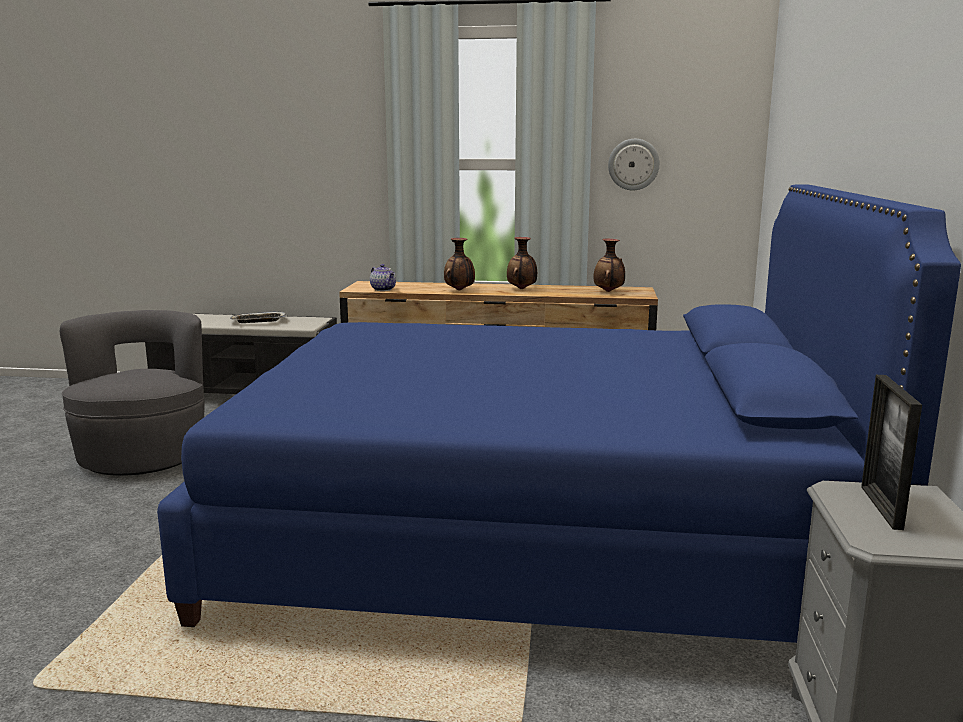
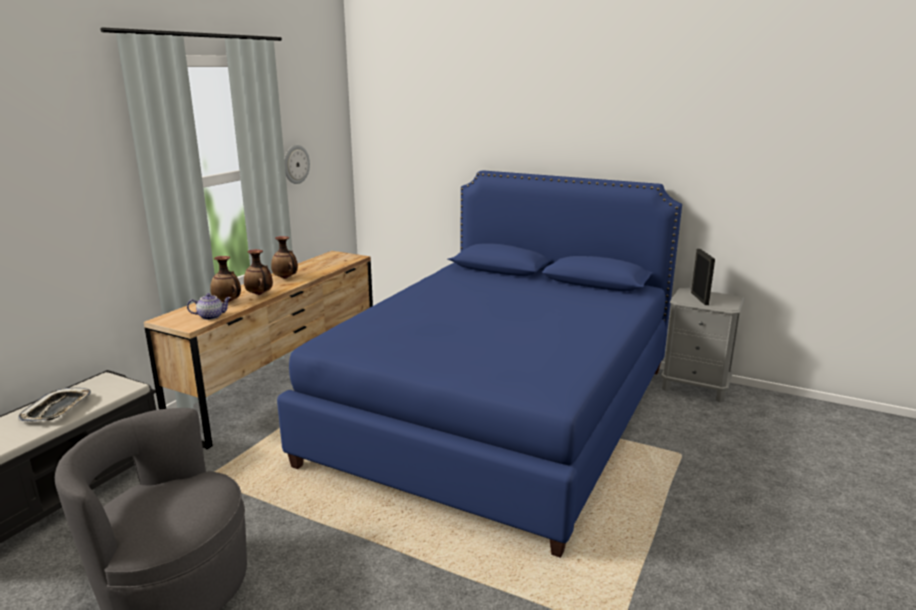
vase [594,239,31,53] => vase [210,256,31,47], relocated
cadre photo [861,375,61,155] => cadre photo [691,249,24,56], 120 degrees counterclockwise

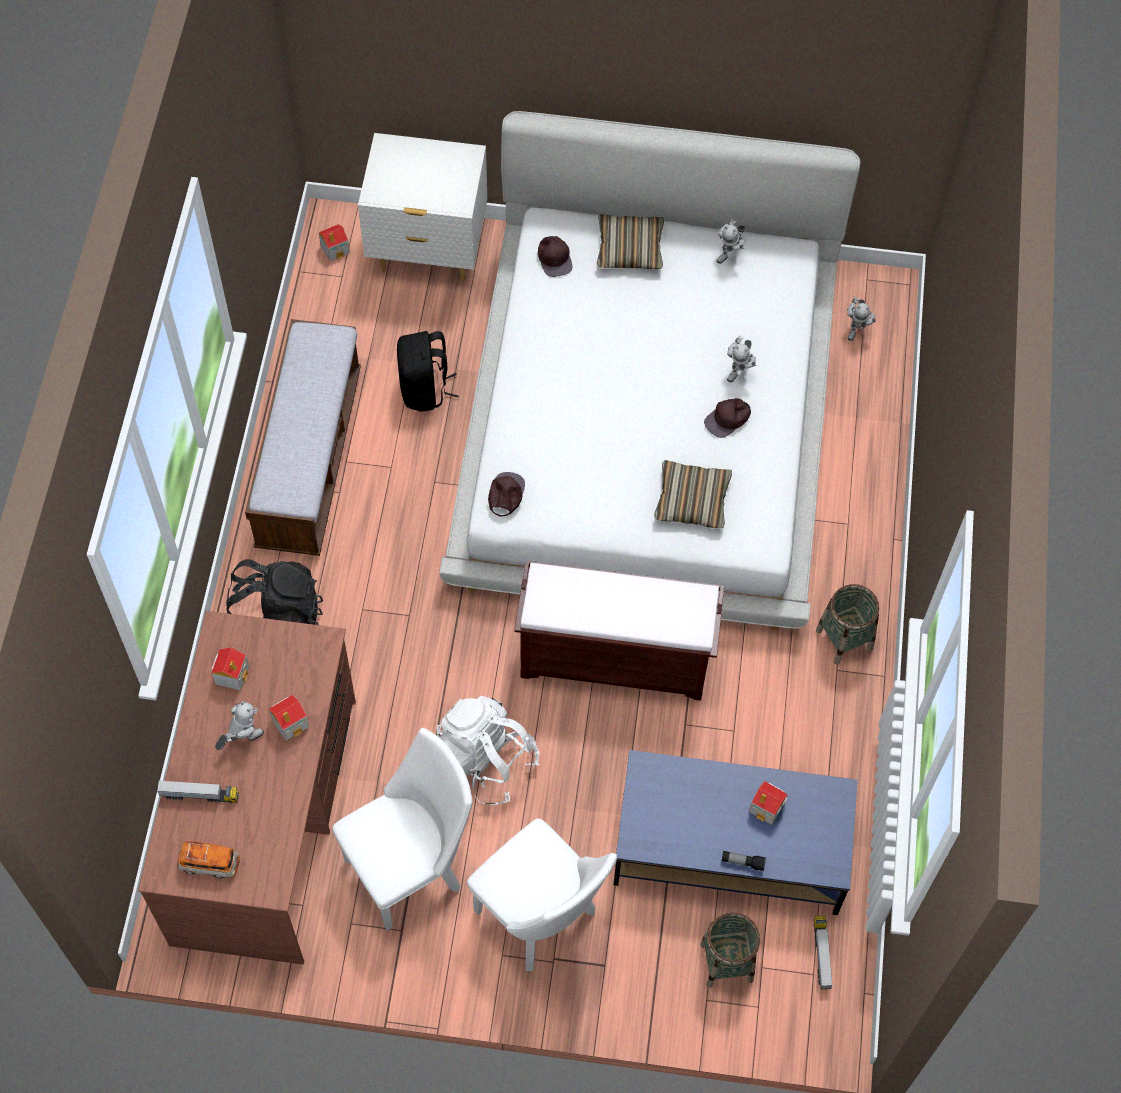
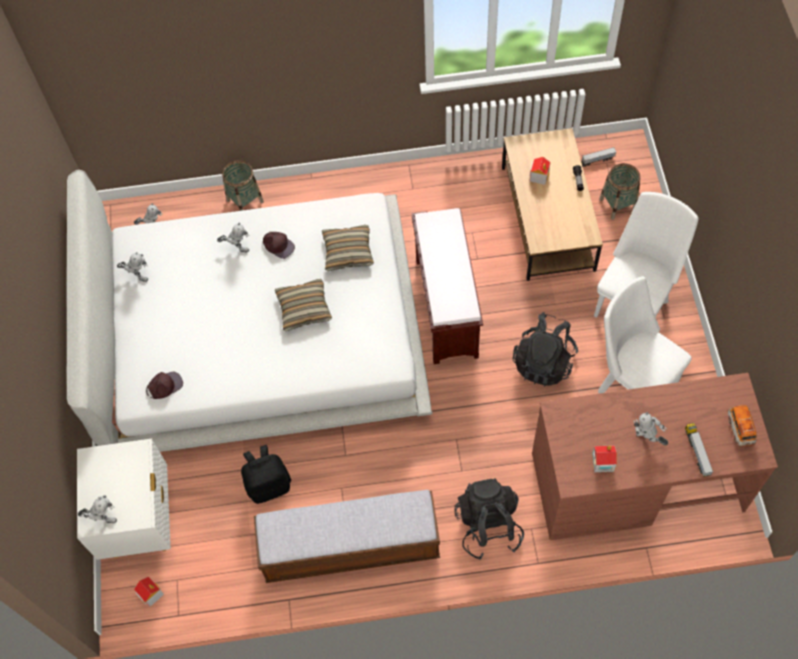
coussin [597,214,67,55] => coussin [275,279,57,52], relocated
casquette/marron [488,472,37,45] => nothing
panier [816,584,63,81] => panier [222,160,42,51], relocated
maison miniature [269,695,41,46] => nothing
sac à dos/blanc [436,696,104,109] => sac à dos/noir [513,312,65,75]
table basse/bleu [613,750,245,165] => table basse/marron [502,128,101,153]
nothing => robot jouet [78,495,39,28]

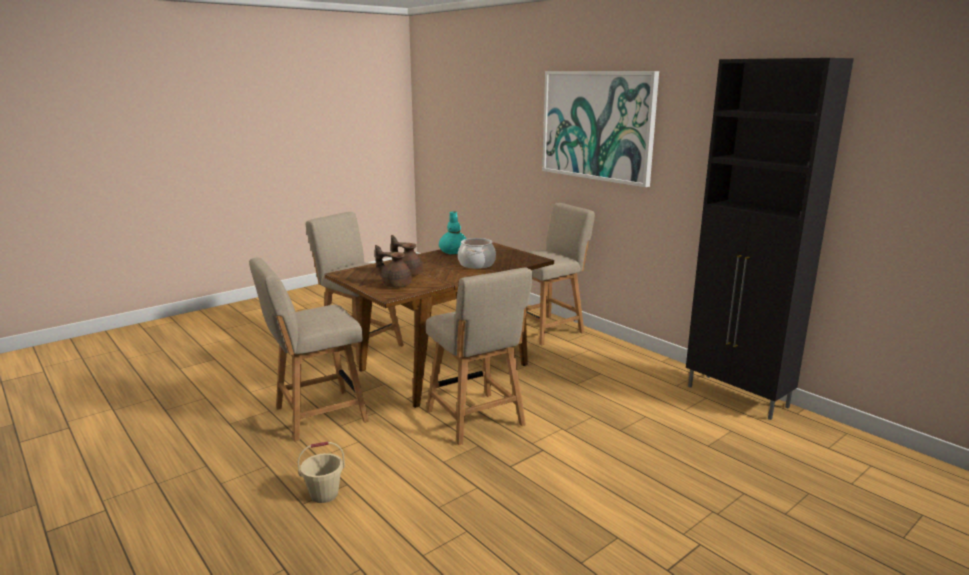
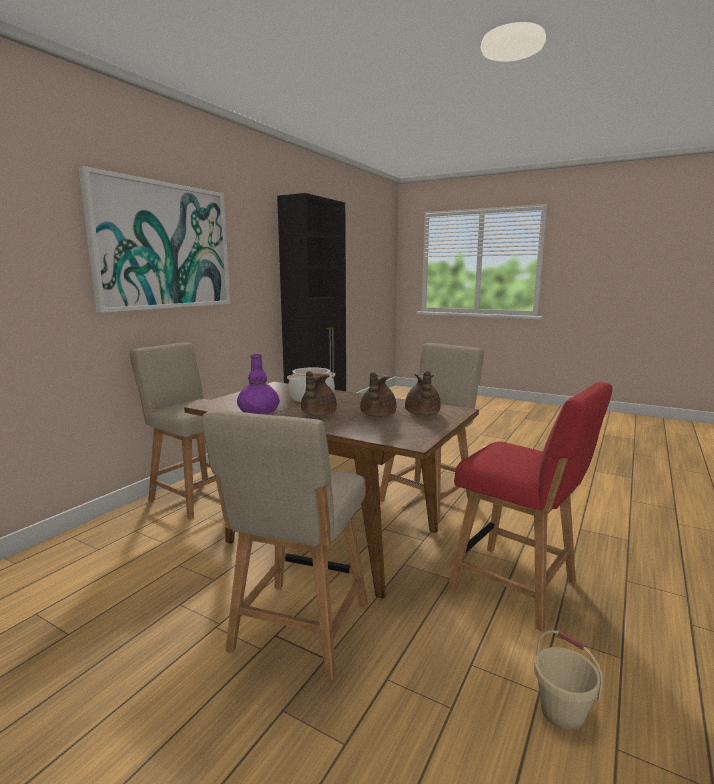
vase/turquoise [439,211,28,43] => vase/violet [237,354,43,60]
chaise/beige [249,258,120,184] => chaise/rouge [448,382,165,249]
seau/beige [297,441,48,62] => seau/beige [534,630,69,101], relocated
nothing => théière/marron [301,371,36,45]

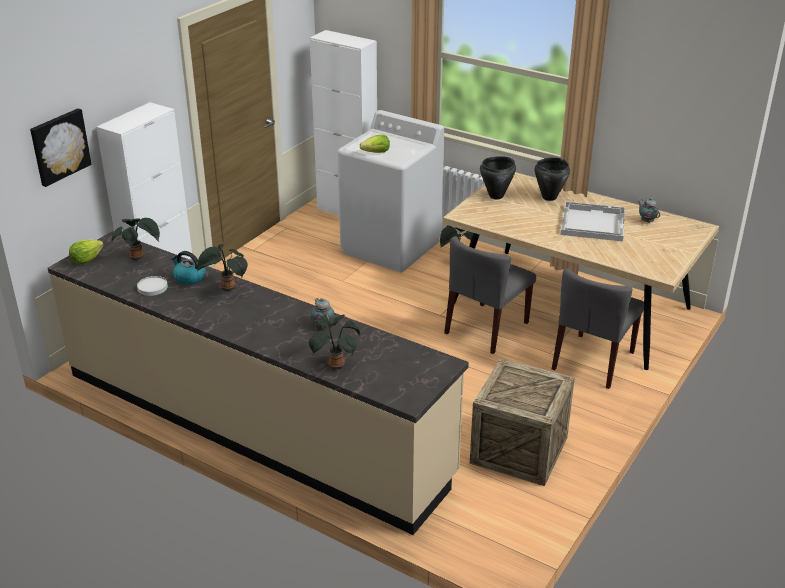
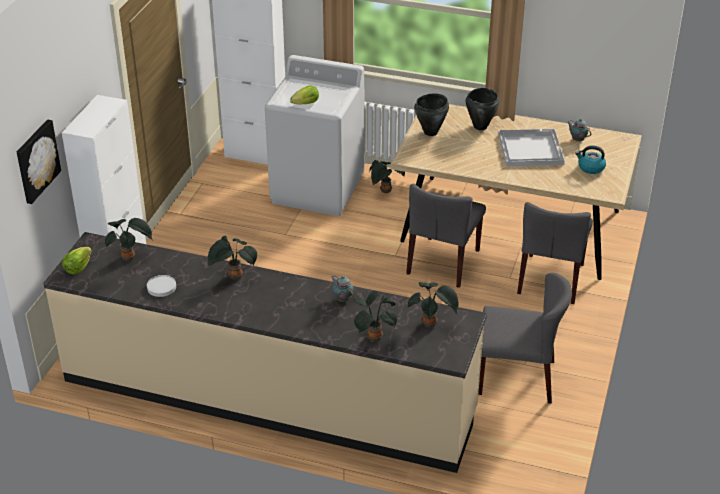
bouilloire [171,251,35,34] => bouilloire [575,145,31,29], relocated
caisse [470,358,105,128] => chaise/gris [478,273,94,131]
nothing => plante en pot [408,282,51,46]

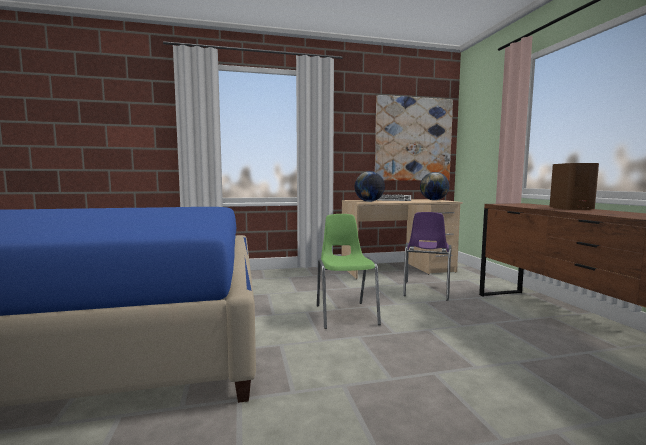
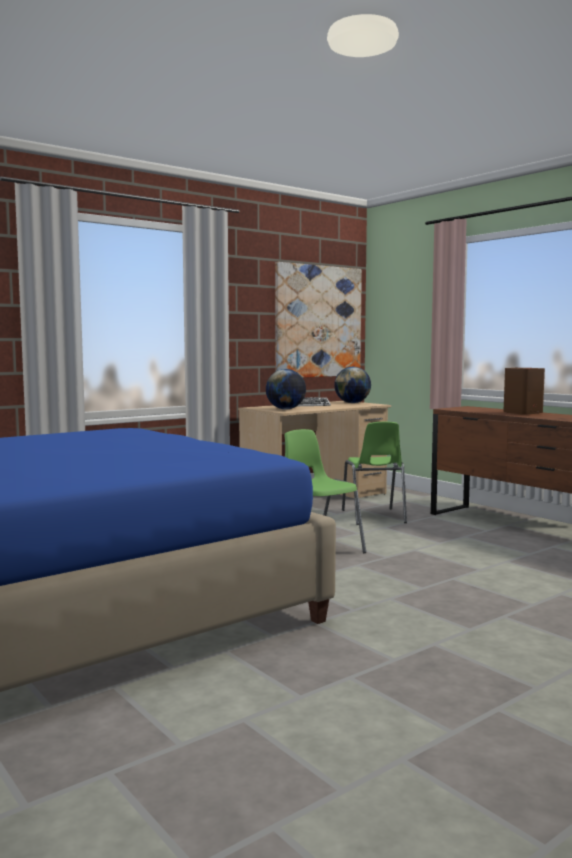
chaise/violet [403,212,48,89] => chaise/vert [342,422,65,103]

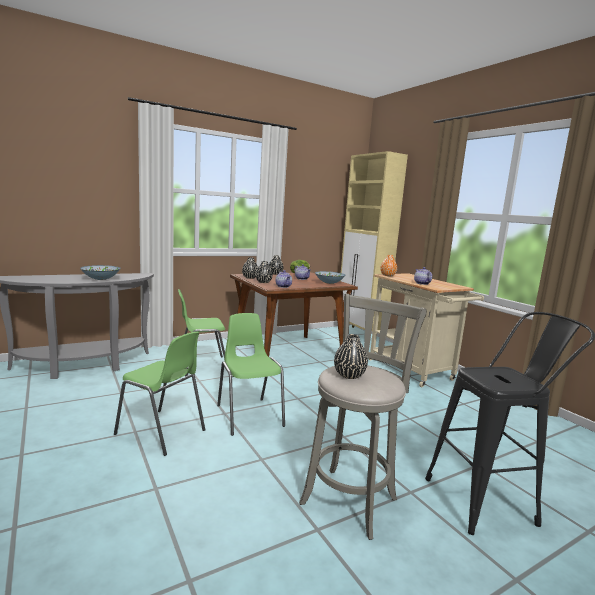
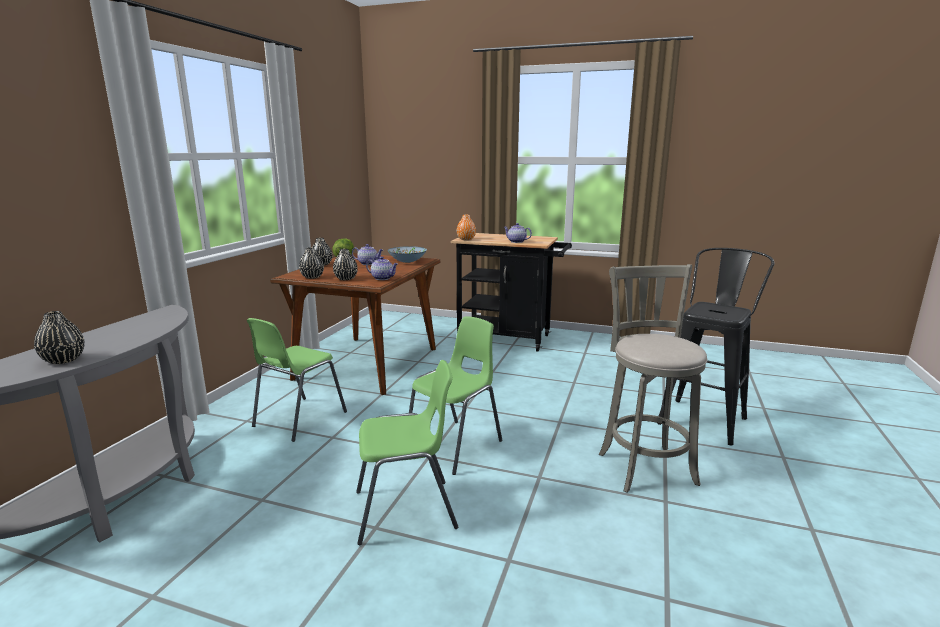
meuble de rangement/beige [340,151,68,180] => nothing
bol [80,265,40,15] => nothing
chariot/beige [369,273,115,114] => chariot/noir [451,233,121,118]
chaise/vert [217,313,68,123] => chaise/vert [409,317,93,158], 105 degrees clockwise
vase/noir [334,334,34,45] => vase/noir [34,311,51,53], relocated

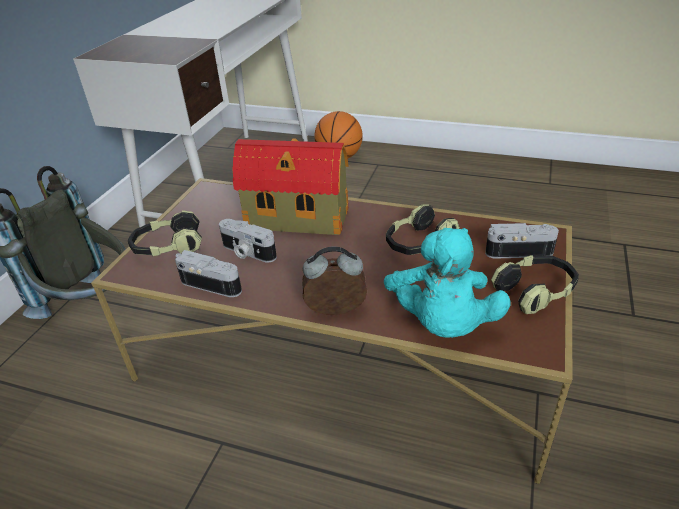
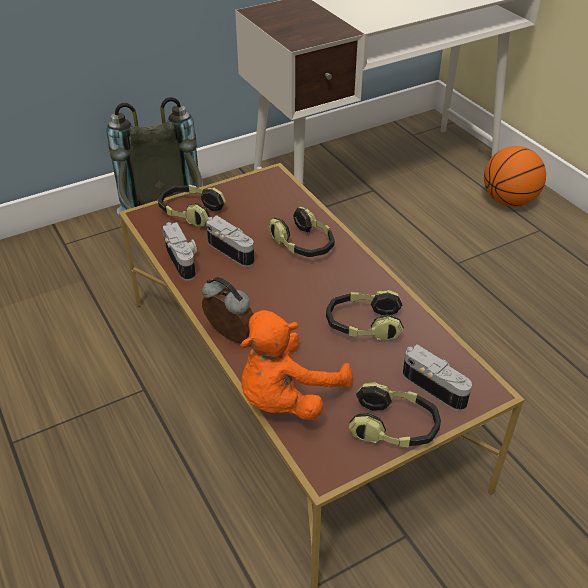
maison miniature [232,138,117,97] => casque audio [268,207,67,50]
appareil photo [219,219,58,43] => appareil photo [206,215,48,52], 150 degrees clockwise
peluche/turquoise [384,228,126,110] => peluche/orange [240,310,113,110]

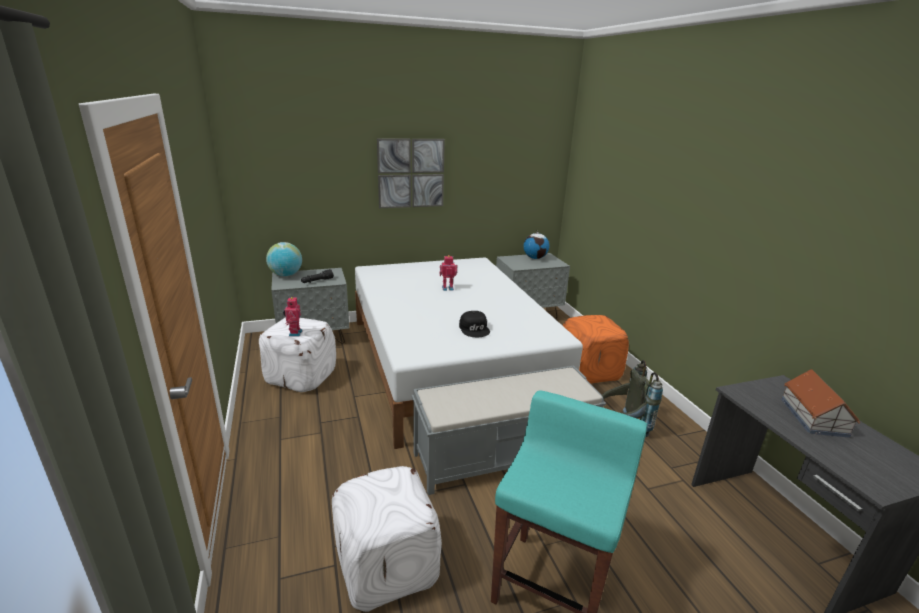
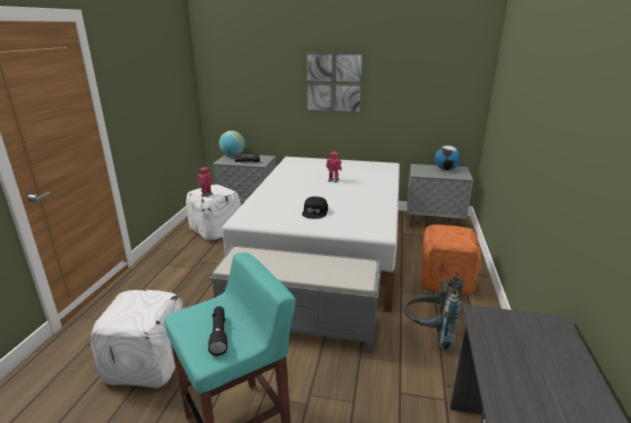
maison miniature [781,369,79,69] => nothing
nothing => lampe de poche/noir [208,306,19,50]

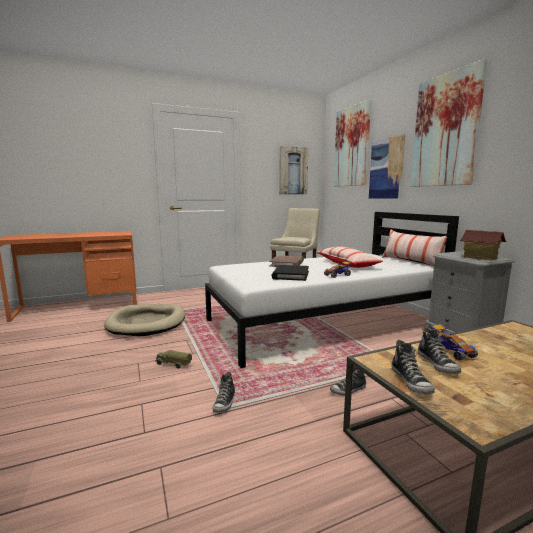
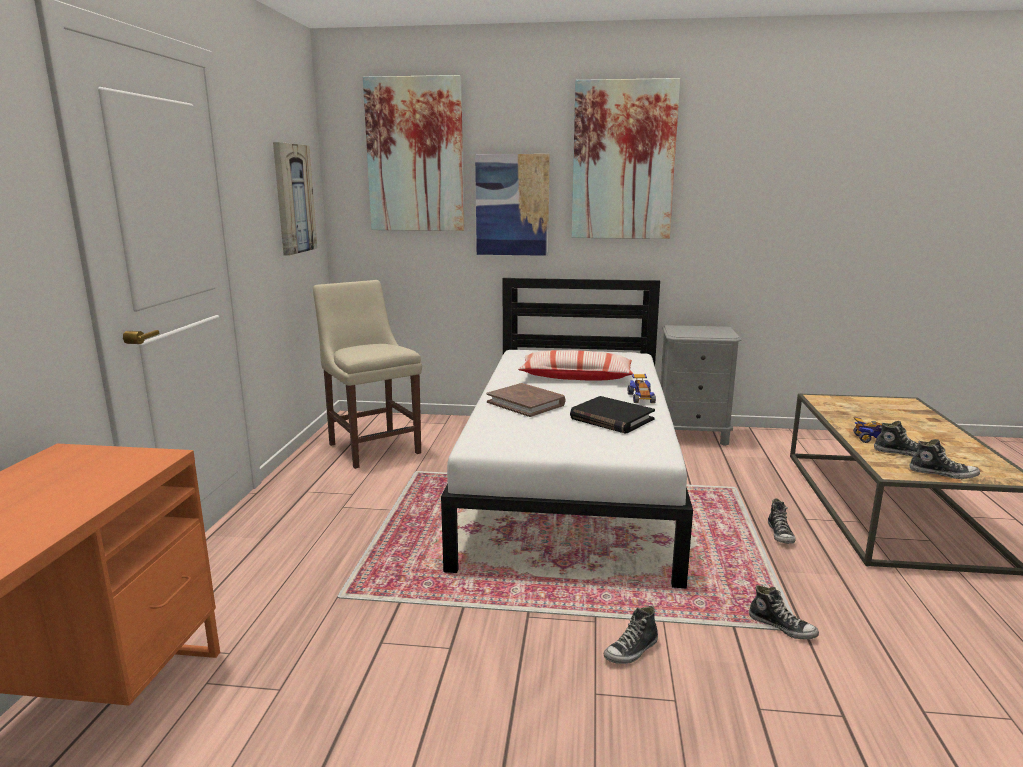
coussin [382,230,65,36] => nothing
maison miniature [459,230,48,31] => nothing
panier pour chien/beige [104,304,81,33] => nothing
camion jouet [155,350,37,19] => chaussure [604,606,54,58]

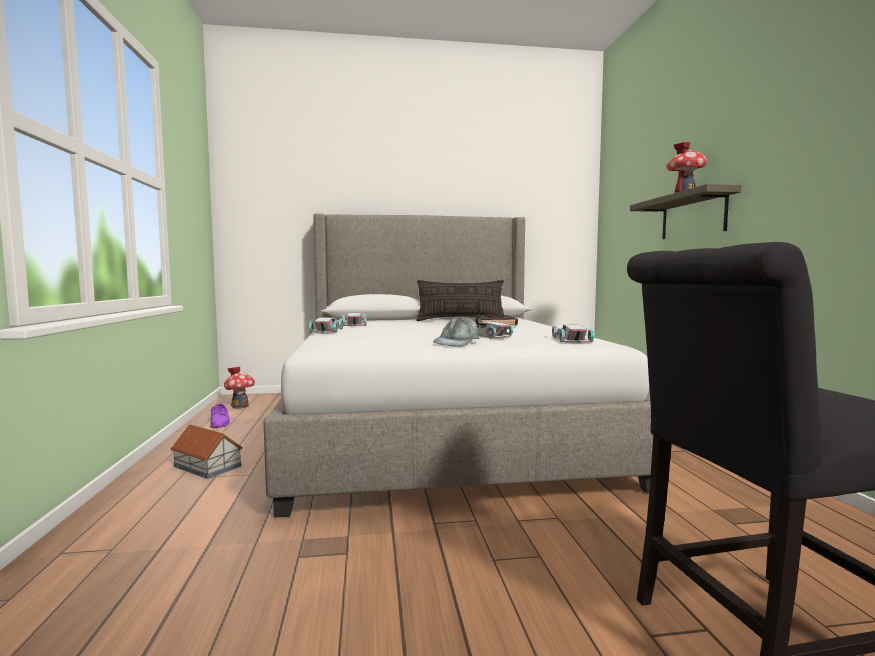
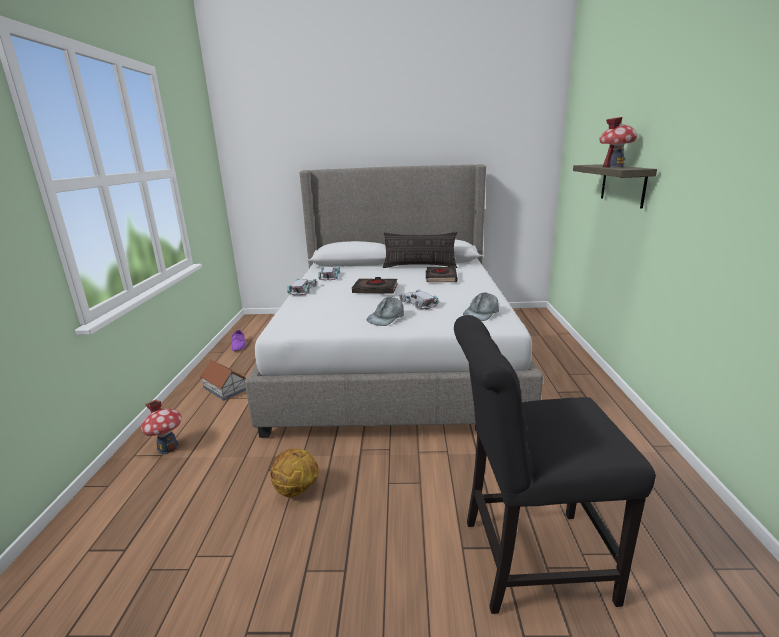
petite voiture/blanc [552,324,42,19] => casquette/gris [463,292,36,29]
maison miniature [224,367,31,42] => maison miniature [141,399,41,55], relocated
nothing => livre/noir [352,277,46,17]
nothing => ballon de basket [270,448,49,50]

